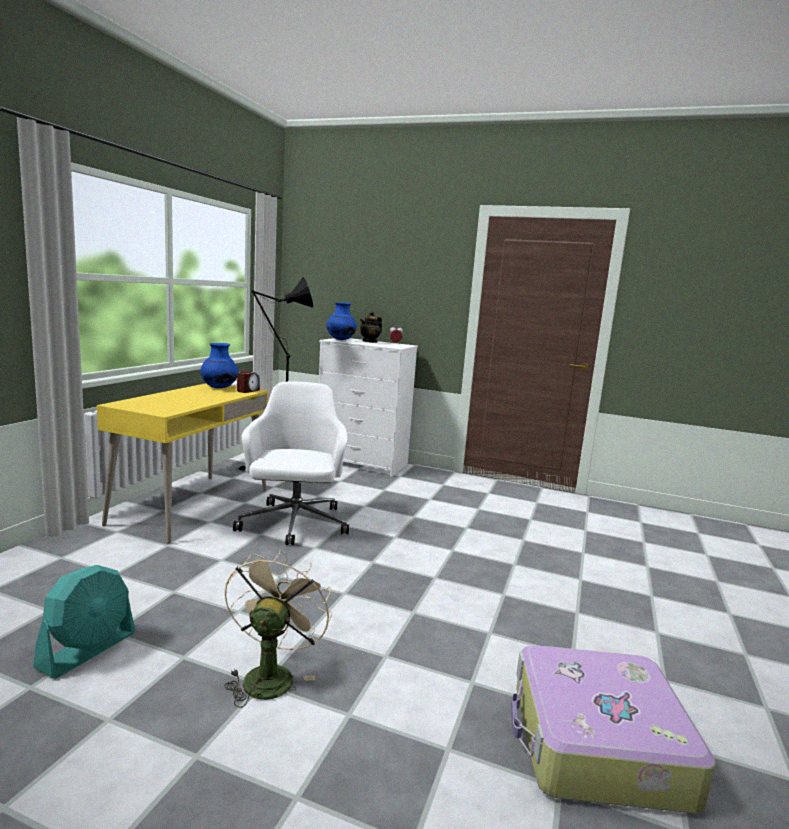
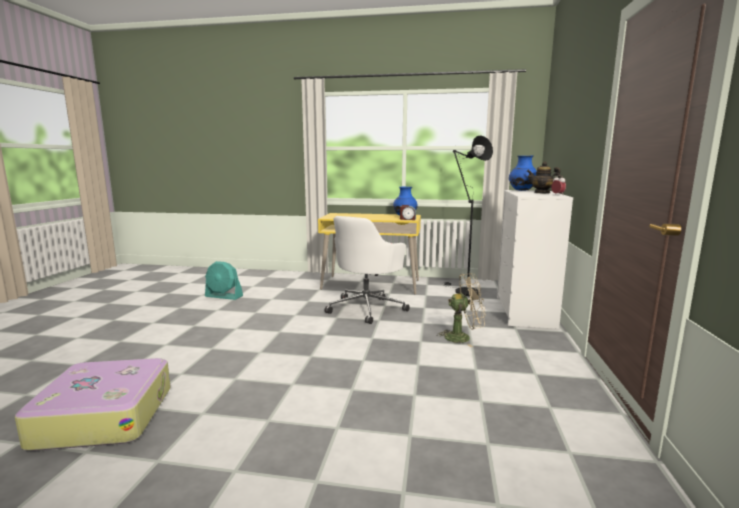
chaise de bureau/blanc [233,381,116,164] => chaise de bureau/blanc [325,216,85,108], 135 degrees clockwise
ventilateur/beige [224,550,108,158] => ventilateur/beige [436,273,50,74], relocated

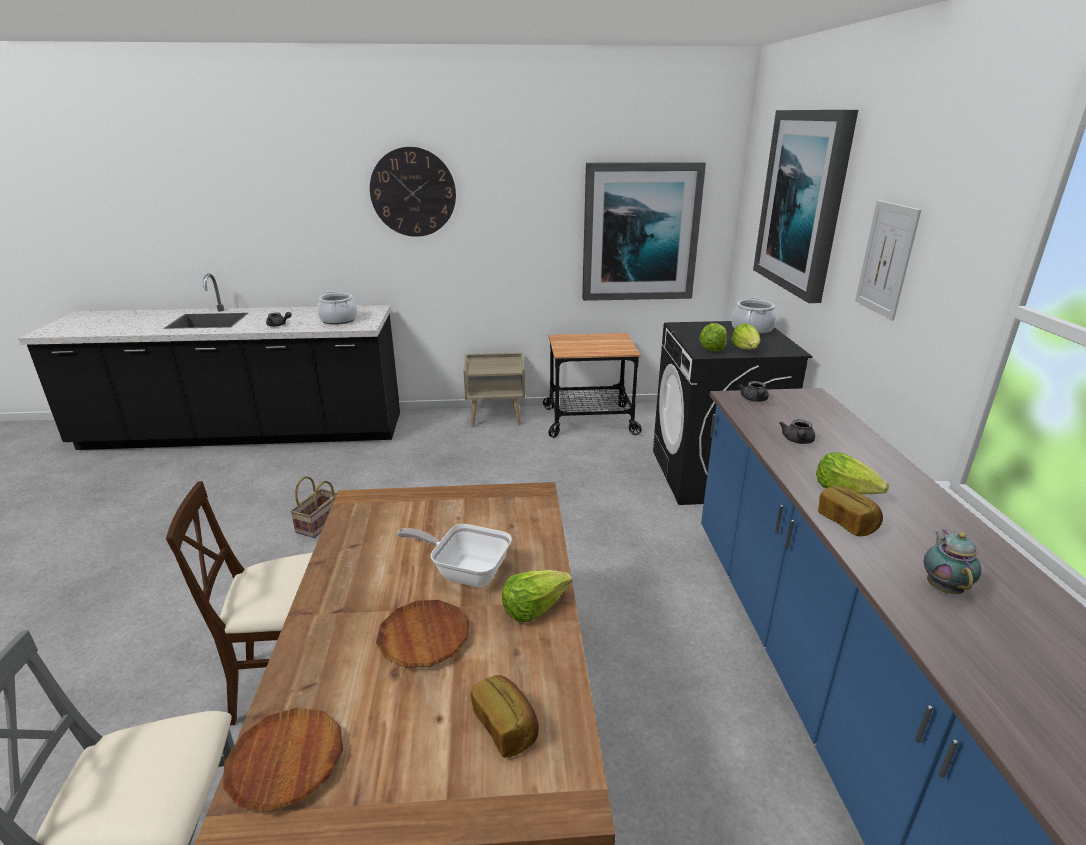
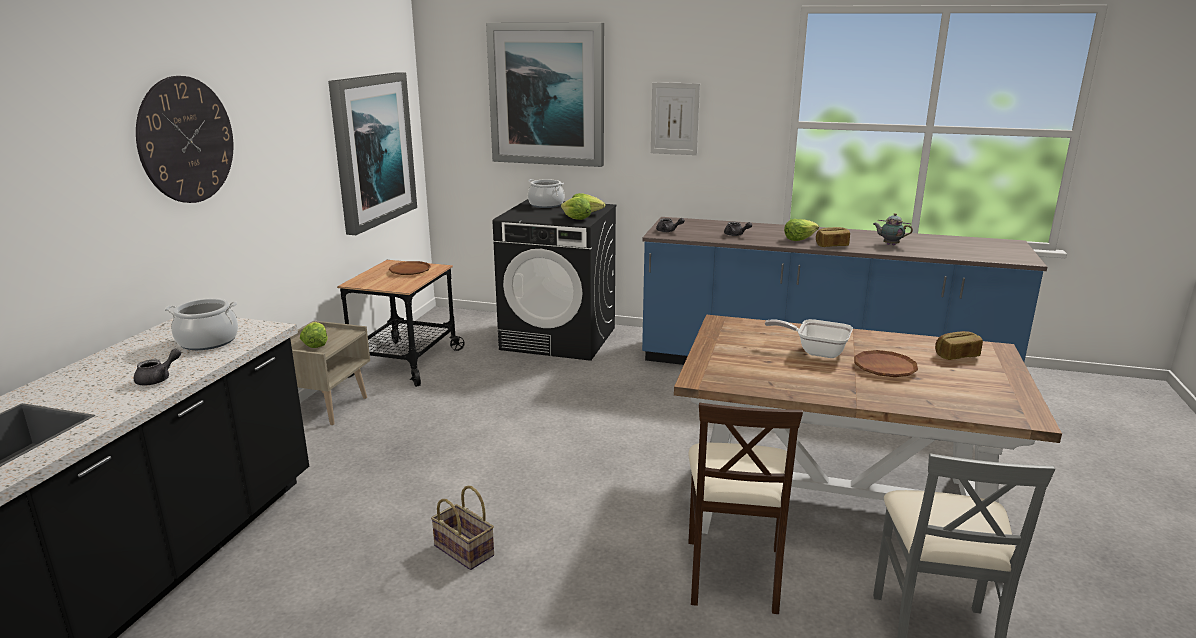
poêle [397,524,115,63] => poêle [765,319,88,39], 75 degrees clockwise
laitue [502,570,70,52] => laitue [300,322,28,26], relocated
assiette/marron [223,707,120,105] => assiette/marron [388,261,43,14], relocated

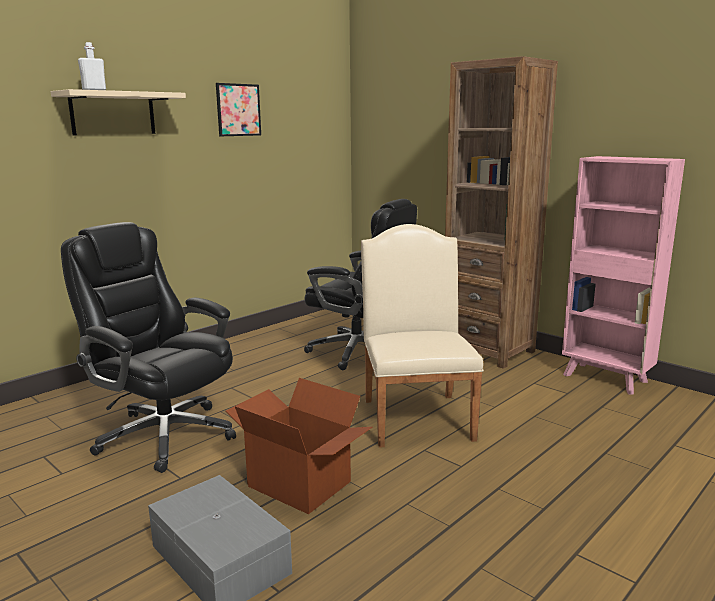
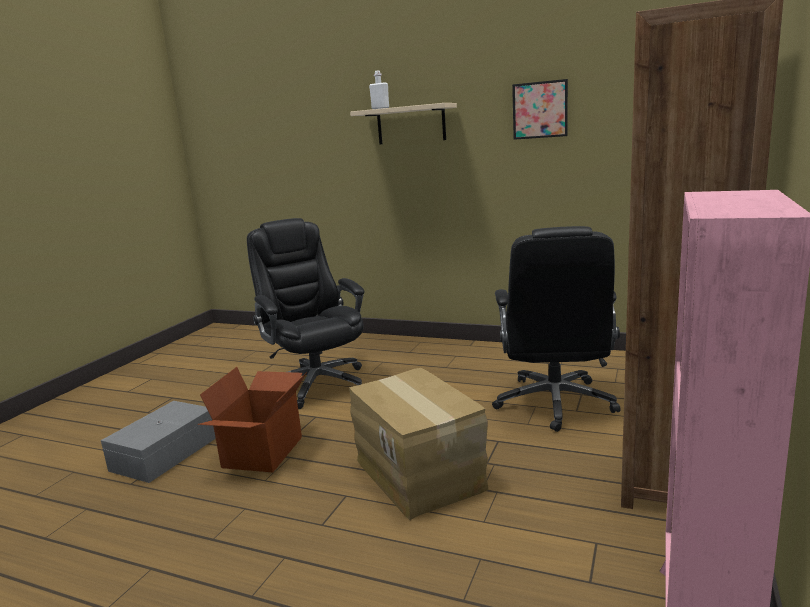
chaise de bureau/noir [61,222,175,251] => chaise de bureau/noir [247,218,117,191], 45 degrees counterclockwise
chaise/beige [361,224,123,224] => carton [349,368,140,152]

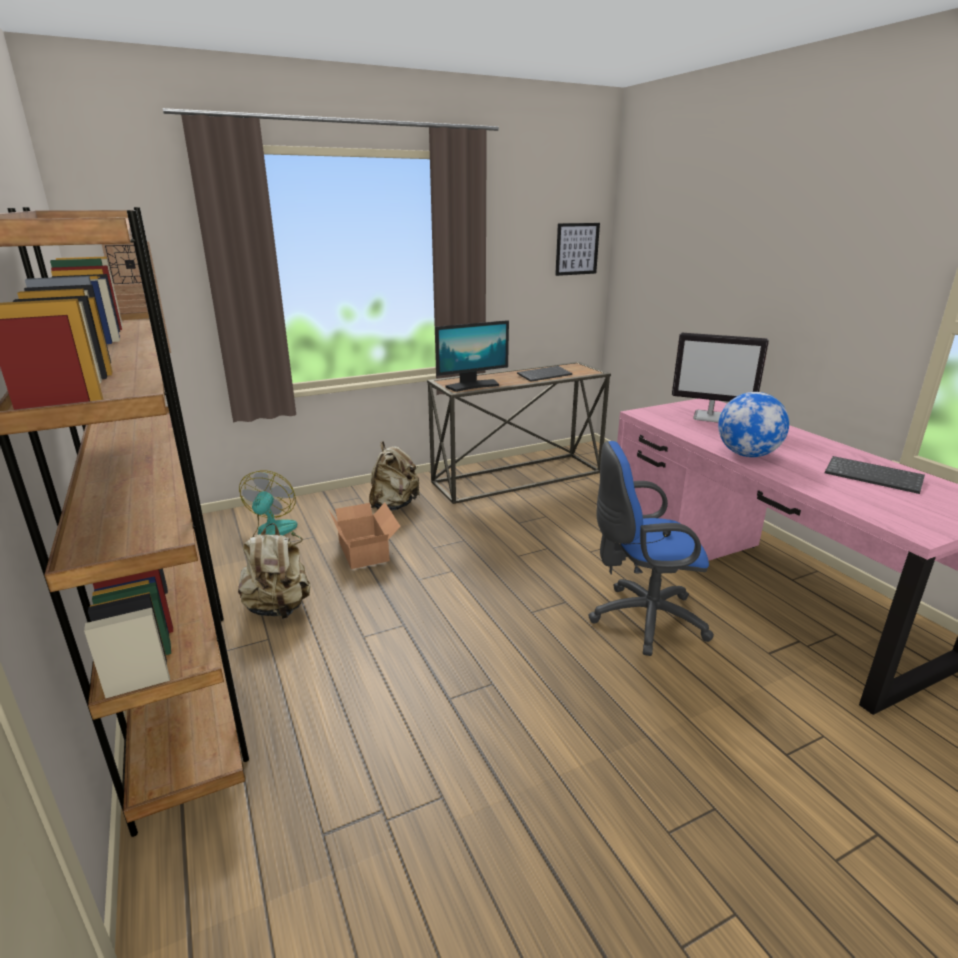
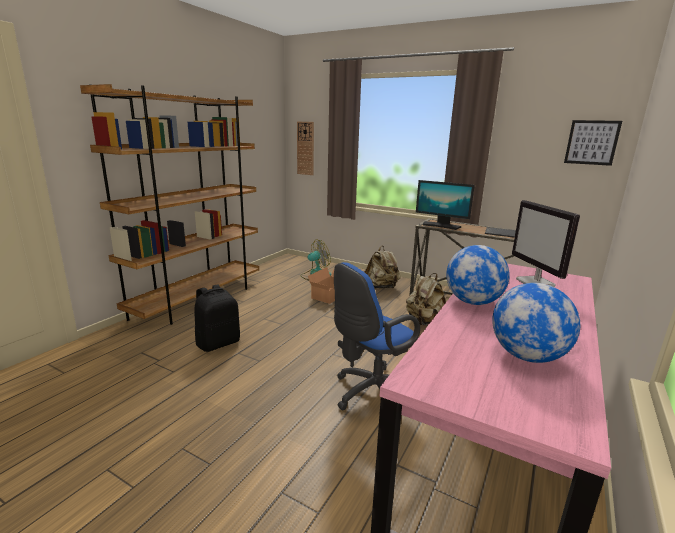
chaise de bureau/bleu [588,441,126,215] => chaise de bureau/bleu [334,262,86,149], 90 degrees counterclockwise
clavier [825,456,100,38] => globe [492,283,88,80]
sac à dos/beige [238,523,72,96] => sac à dos/beige [406,273,40,52], relocated
nothing => sac à dos/noir [194,284,46,68]

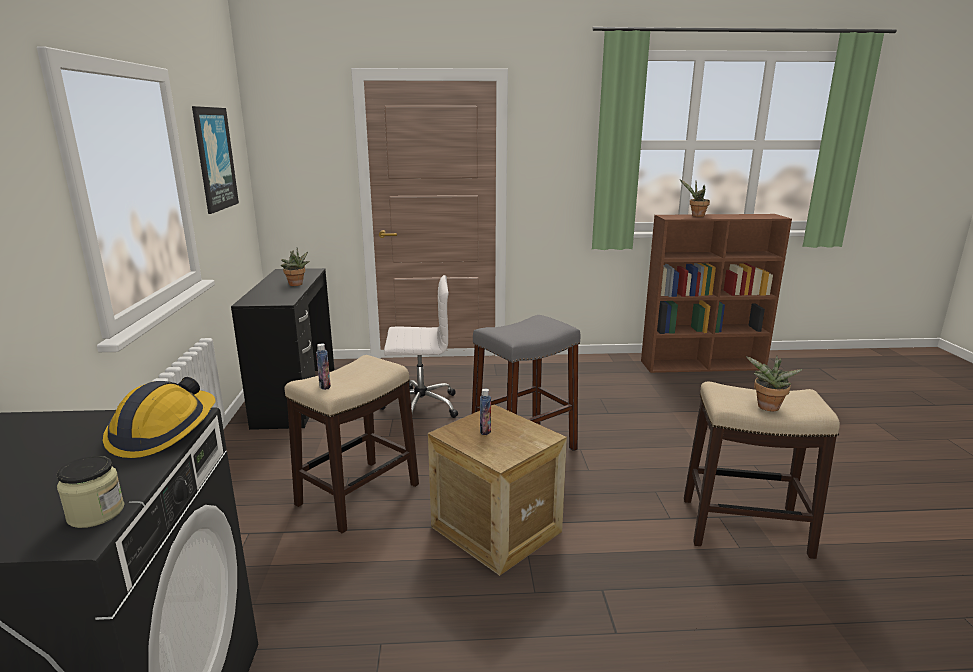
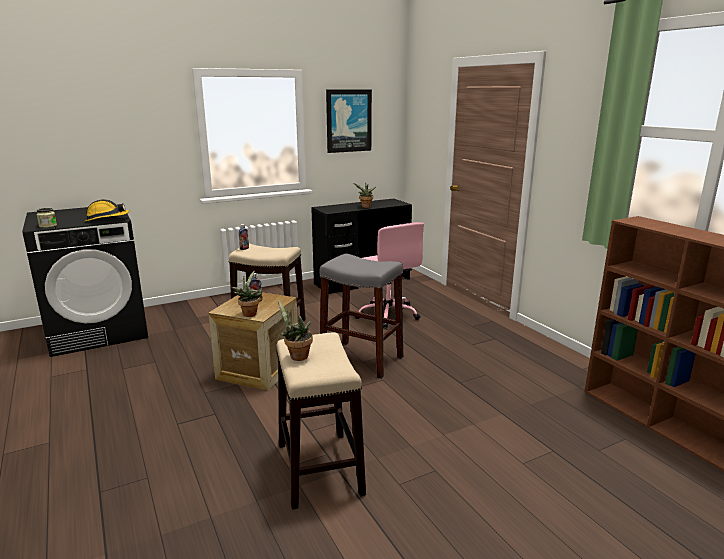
plante en pot [680,180,30,37] => plante en pot [231,271,30,46], relocated
chaise de bureau/blanc [381,275,77,143] => chaise de bureau/rose [355,222,69,106]

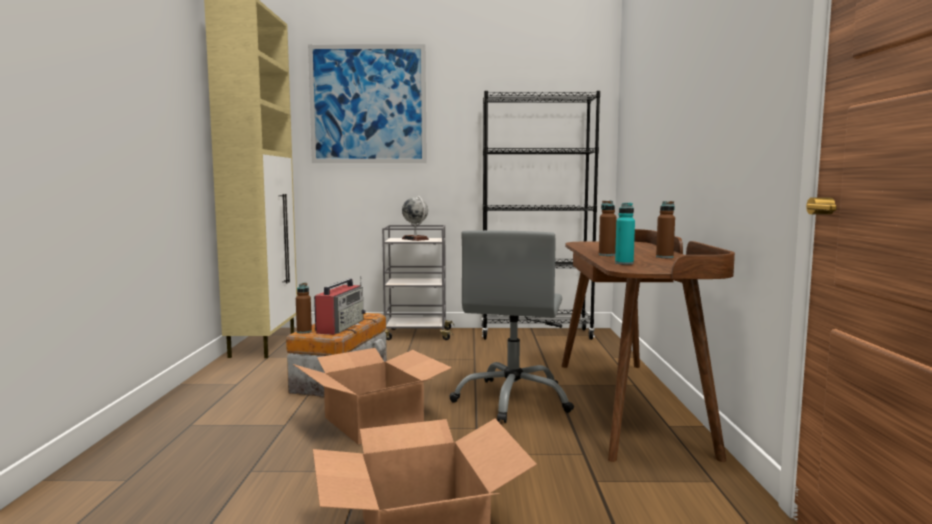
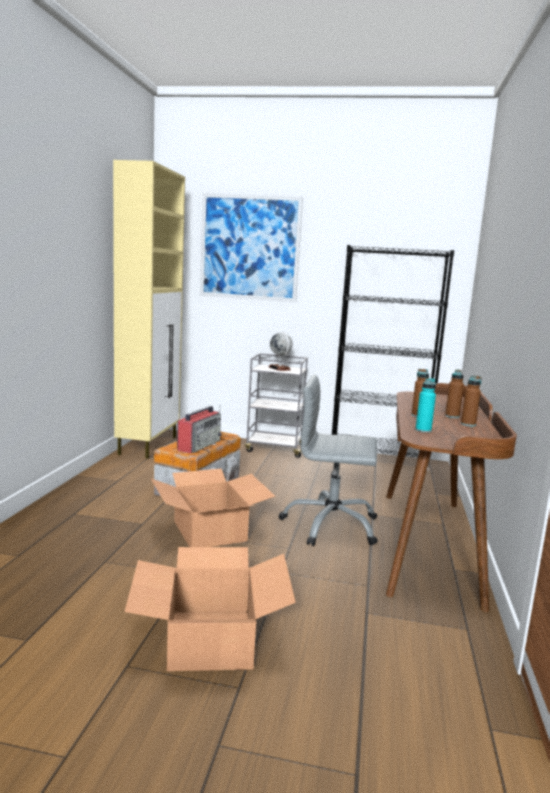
chaise de bureau/gris [449,230,125,193] => chaise de bureau/gris [279,375,99,171], 75 degrees clockwise
bouteille/marron [296,283,16,51] => bouteille/marron [445,369,19,49], relocated

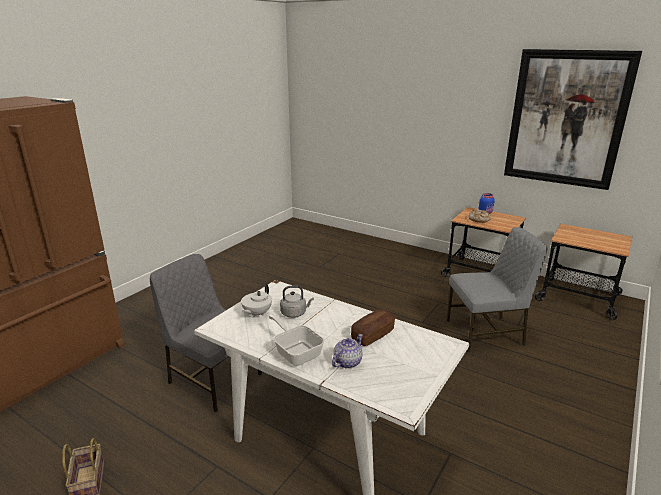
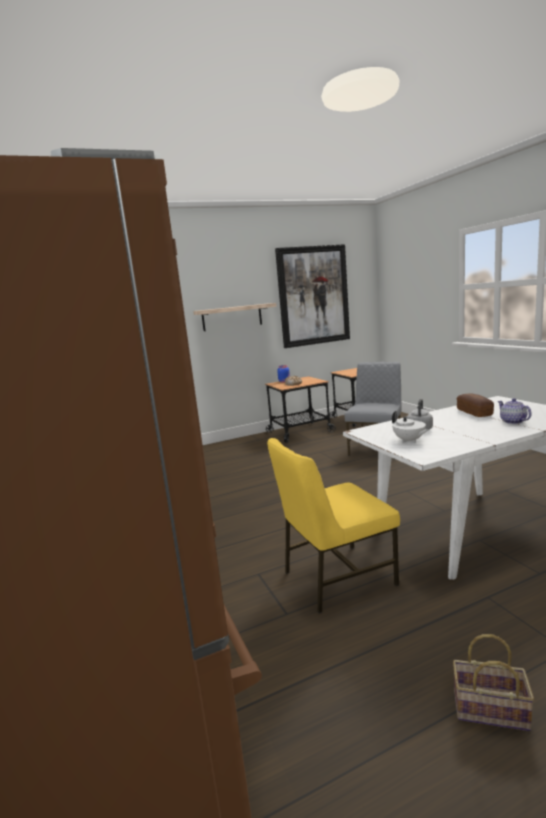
chaise/gris [150,254,112,158] => chaise/jaune [267,438,133,175]
poêle [269,314,55,52] => nothing
nothing => étagère [193,303,84,28]

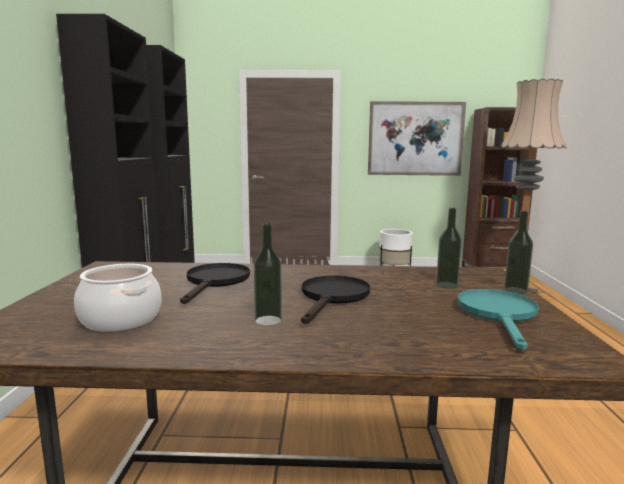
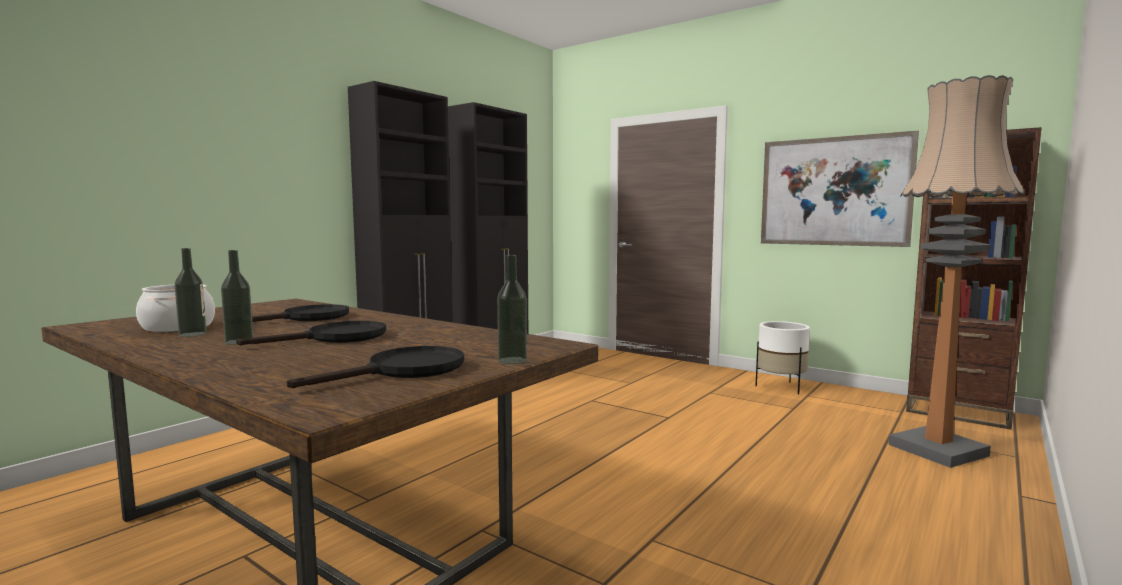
bouteille [436,208,26,80] => bouteille [175,248,32,89], relocated
poêle/turquoise [458,289,81,61] => poêle/noir [287,346,177,42]

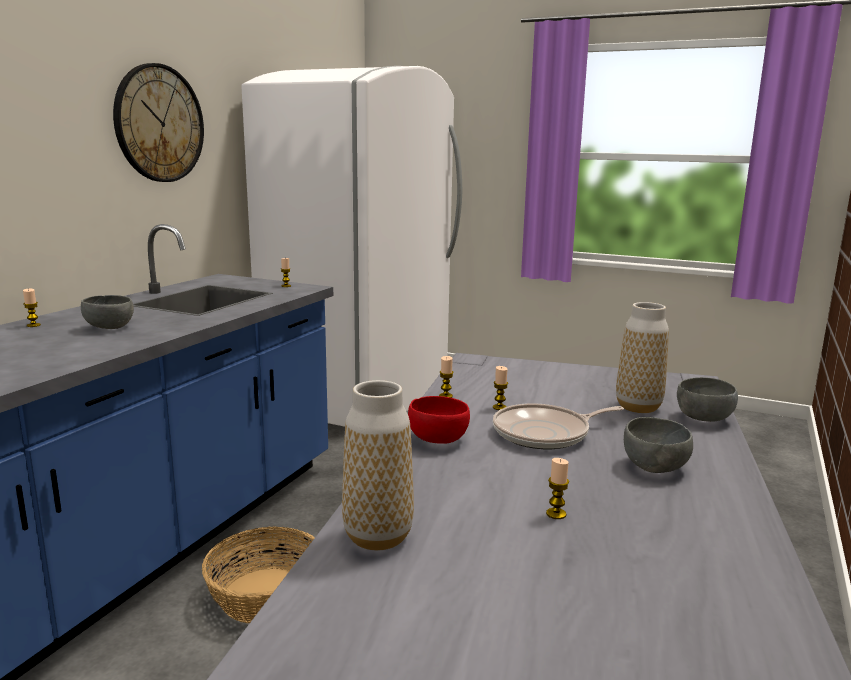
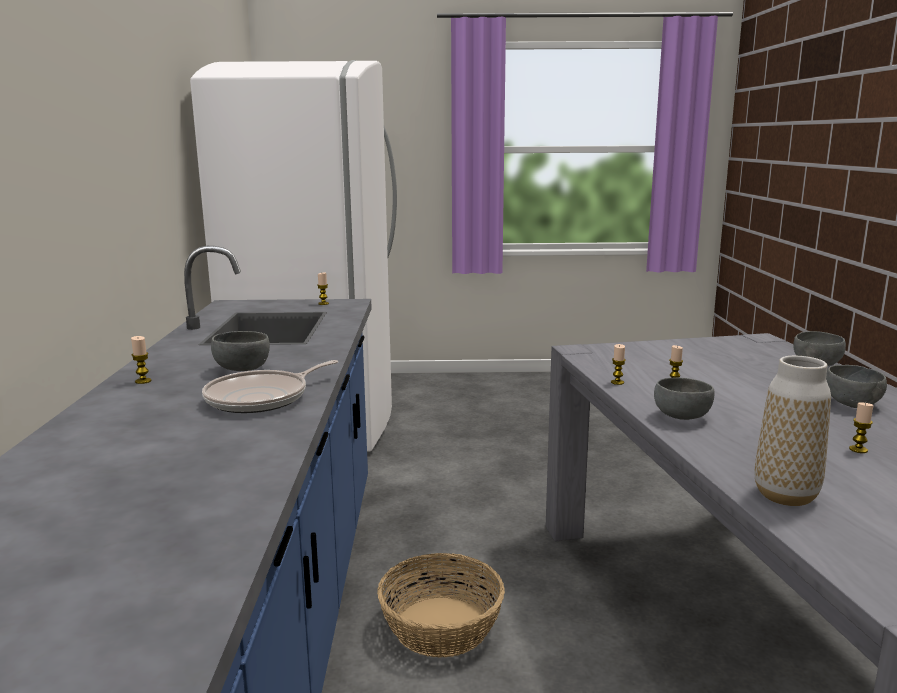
horloge murale [113,63,91,119] => nothing
vase [616,302,53,111] => nothing
bol/rouge [408,396,62,48] => bol/gris [654,378,60,42]
poêle [493,403,131,46] => poêle [202,360,136,53], relocated

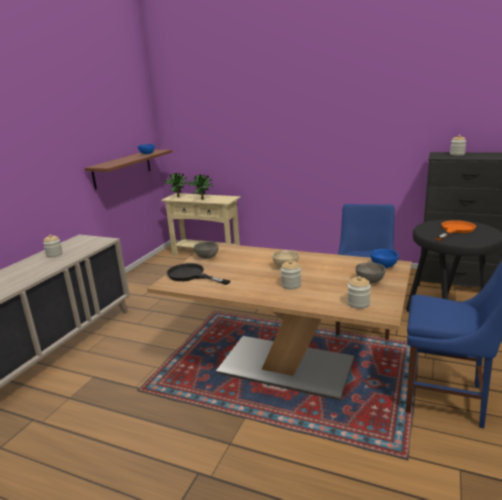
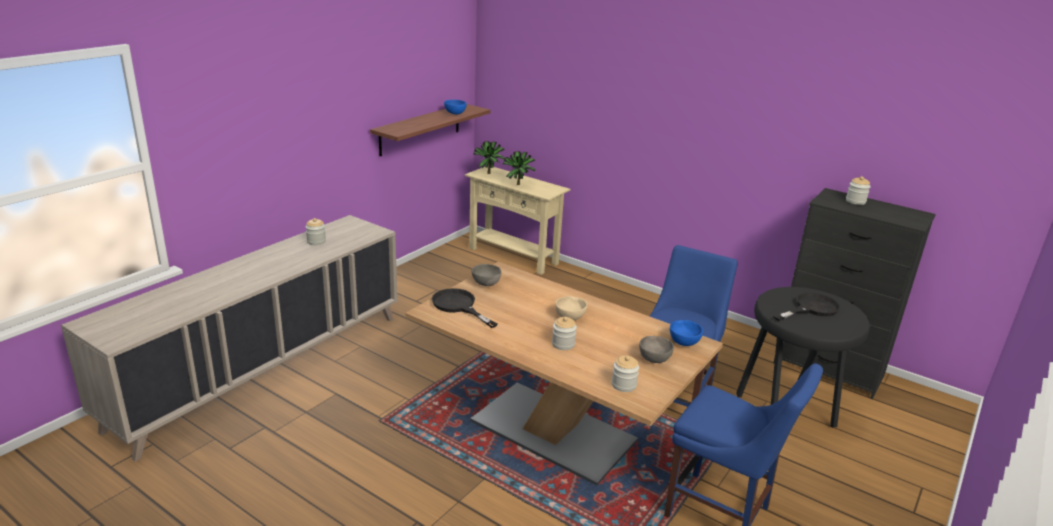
poêle/orange [436,220,40,21] => poêle/noir [773,293,68,28]

